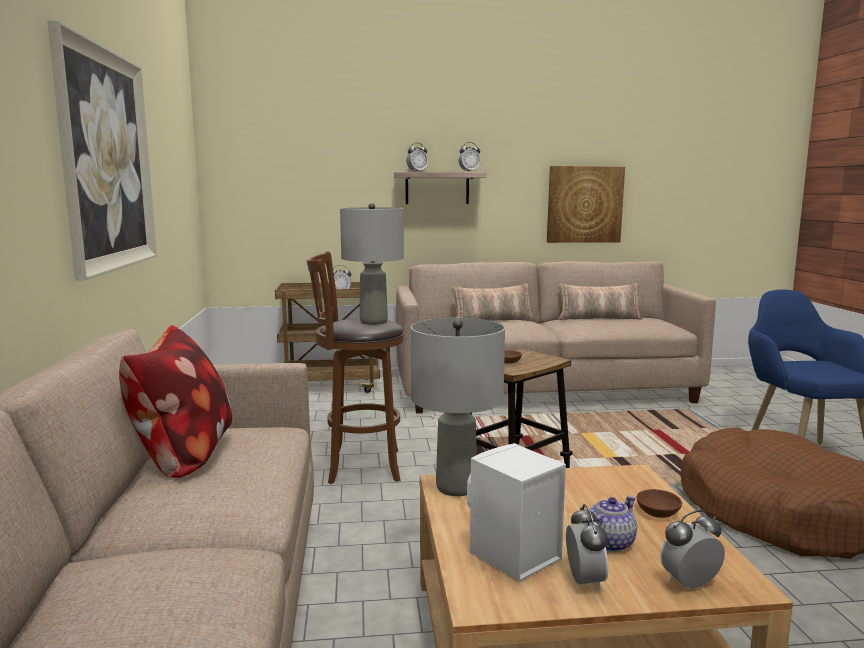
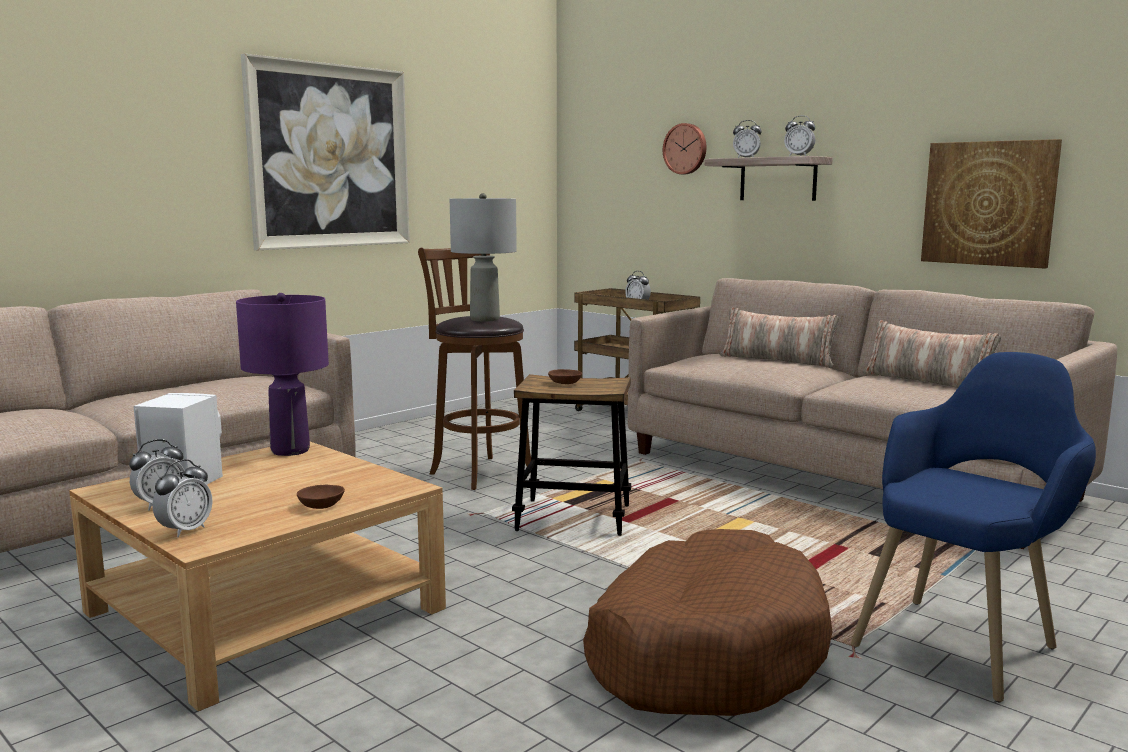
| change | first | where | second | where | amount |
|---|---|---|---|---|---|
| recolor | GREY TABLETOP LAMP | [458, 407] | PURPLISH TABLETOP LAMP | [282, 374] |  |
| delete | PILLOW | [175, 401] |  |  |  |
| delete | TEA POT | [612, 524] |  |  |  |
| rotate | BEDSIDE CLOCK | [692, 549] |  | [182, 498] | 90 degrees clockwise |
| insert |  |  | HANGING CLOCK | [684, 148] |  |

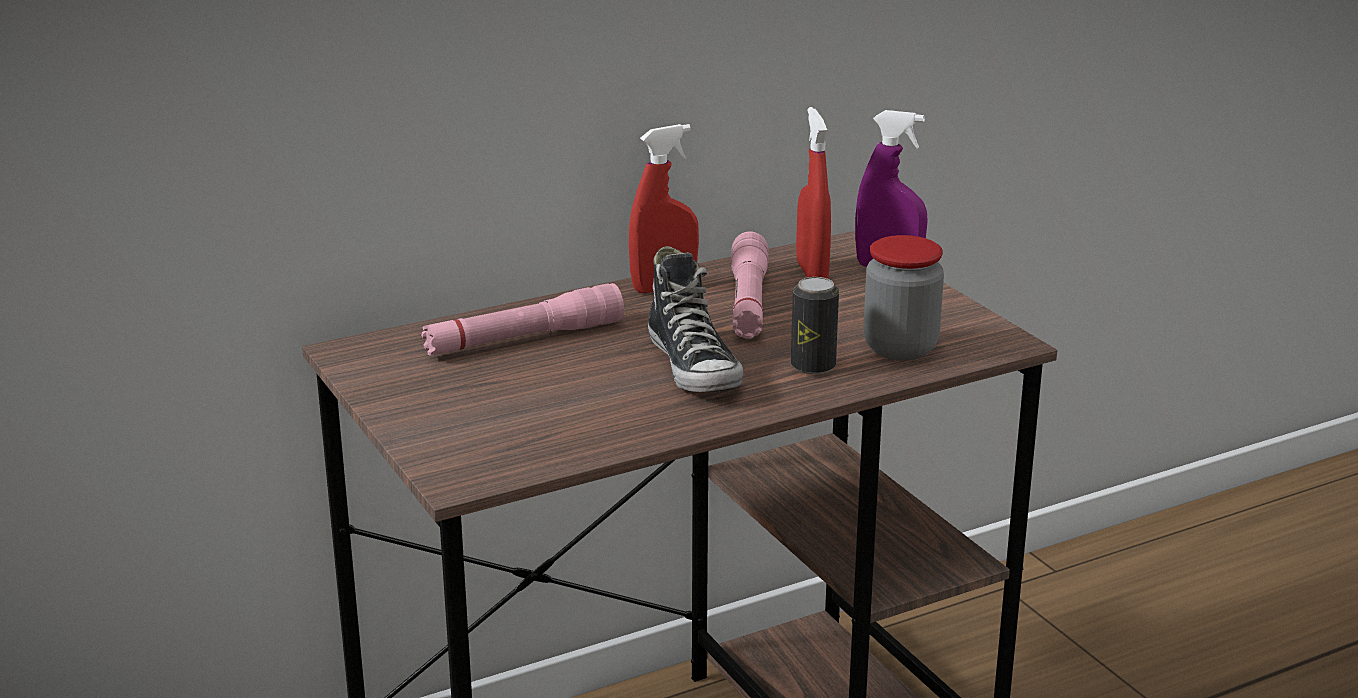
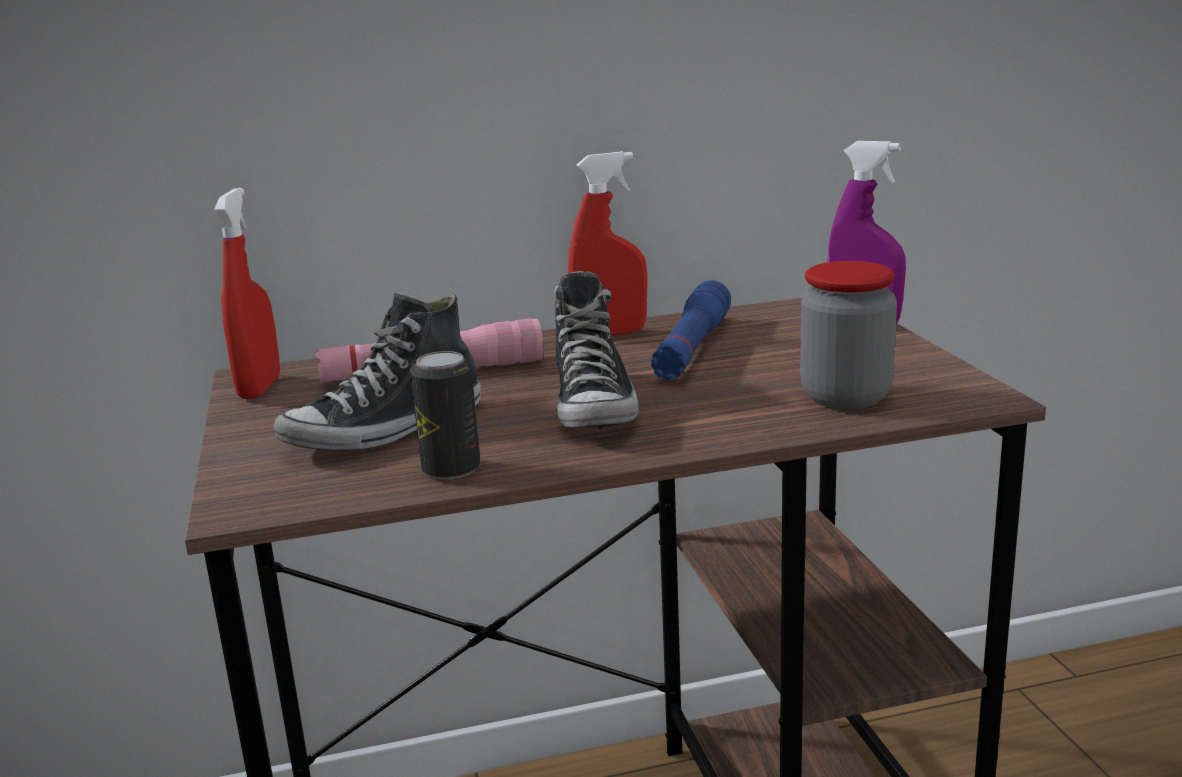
| change | first | where | second | where | amount |
|---|---|---|---|---|---|
| move | REDDISH SPRAY BOTTLE | [813, 192] |  | [247, 293] |  |
| recolor | PINKISH TORCH | [749, 285] | BLUE TORCH | [691, 330] |  |
| move | CAN | [815, 326] |  | [445, 415] |  |
| insert |  |  | SHOE | [377, 371] |  |

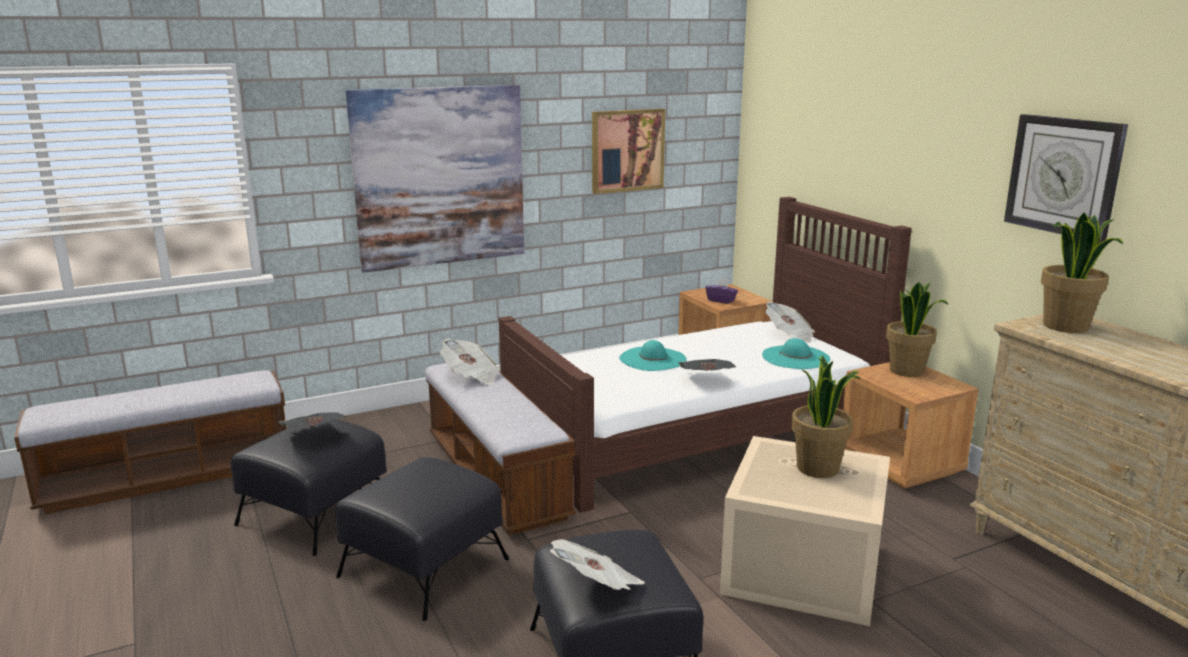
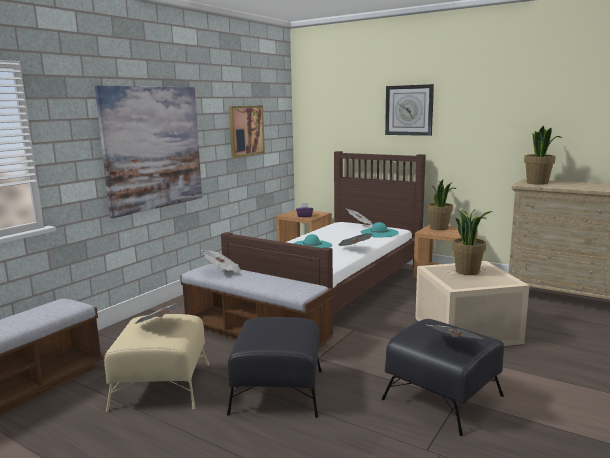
| change | first | where | second | where | amount |
|---|---|---|---|---|---|
| move | HANGING CLOCK | [1066, 178] |  | [409, 110] |  |
| recolor | BLACK-COLOURED POUFFE | [309, 487] | SAND-COLOURED POUFFE | [157, 363] |  |

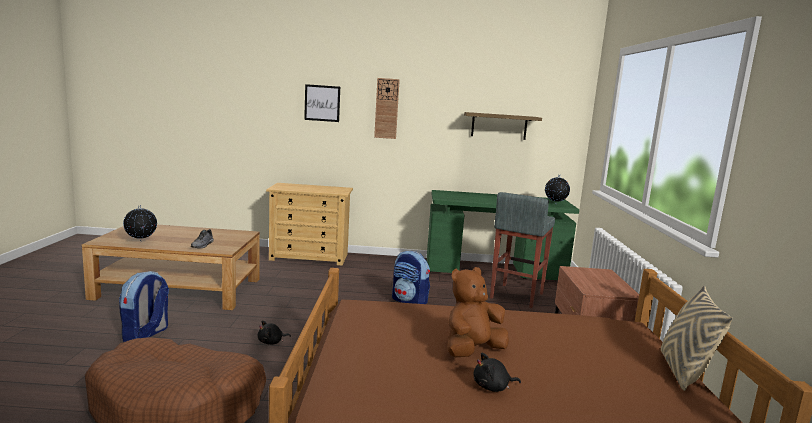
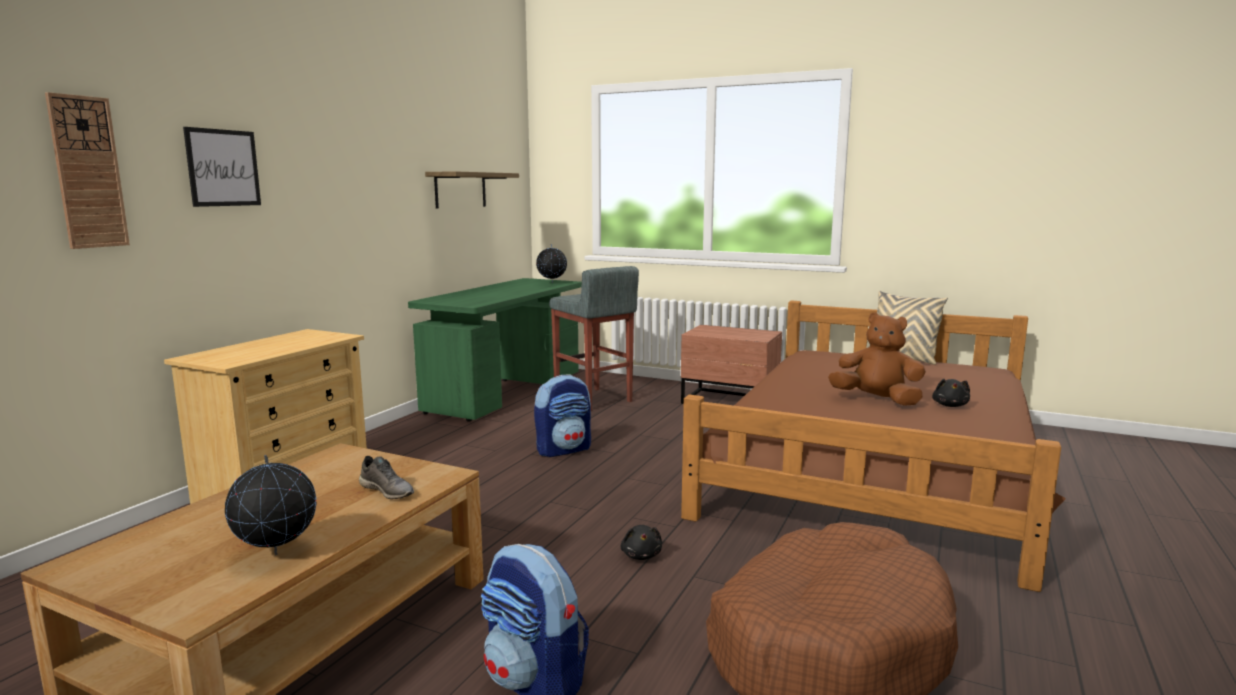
| change | first | where | second | where | amount |
|---|---|---|---|---|---|
| move | HANGING CLOCK | [387, 108] |  | [87, 170] |  |
| rotate | BROWN-COLOURED CUDDLY TOY | [478, 312] |  | [877, 359] | 135 degrees clockwise |

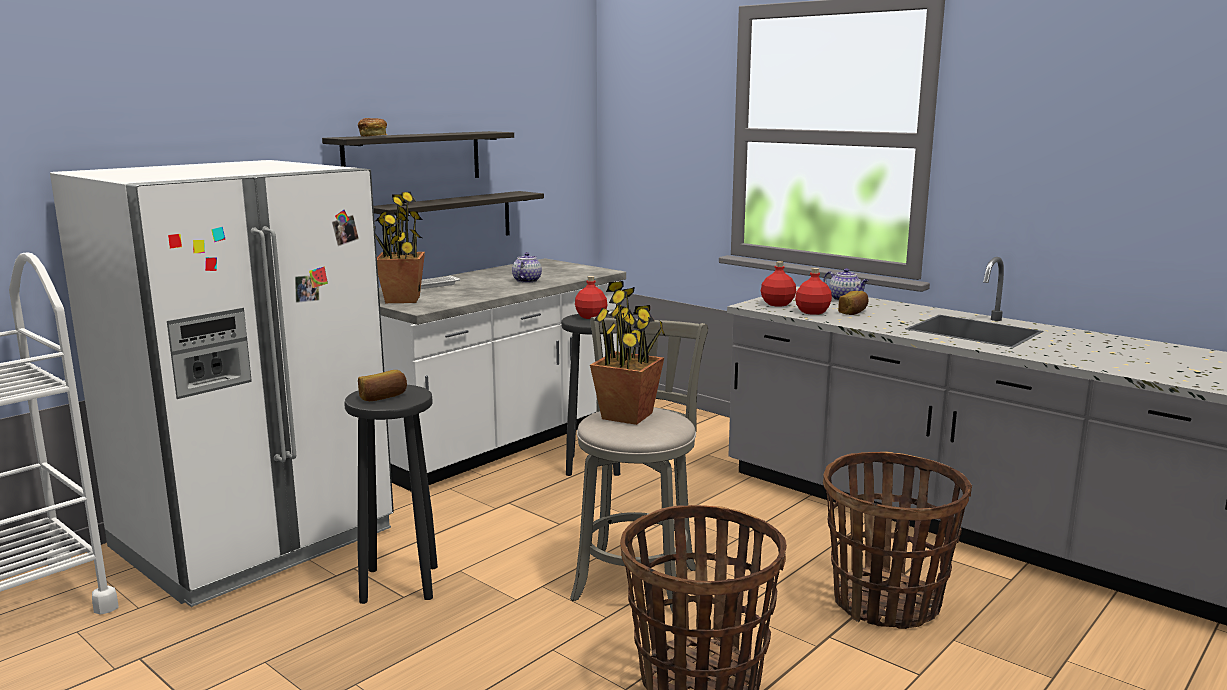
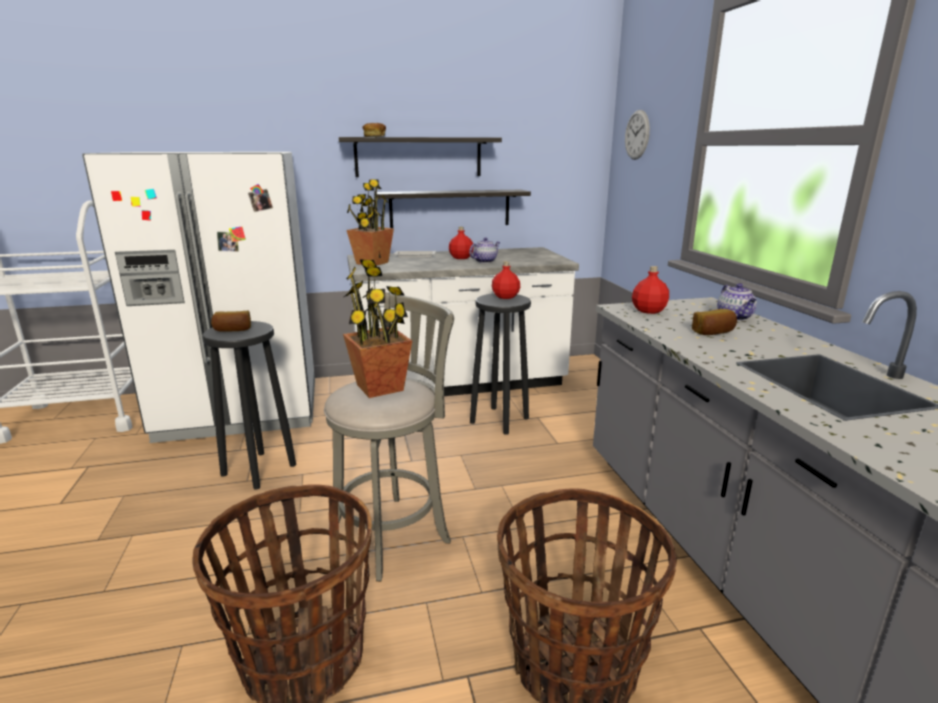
| change | first | where | second | where | amount |
|---|---|---|---|---|---|
| move | REDDISH BOTTLE | [813, 291] |  | [461, 243] |  |
| insert |  |  | HANGING CLOCK | [637, 135] |  |

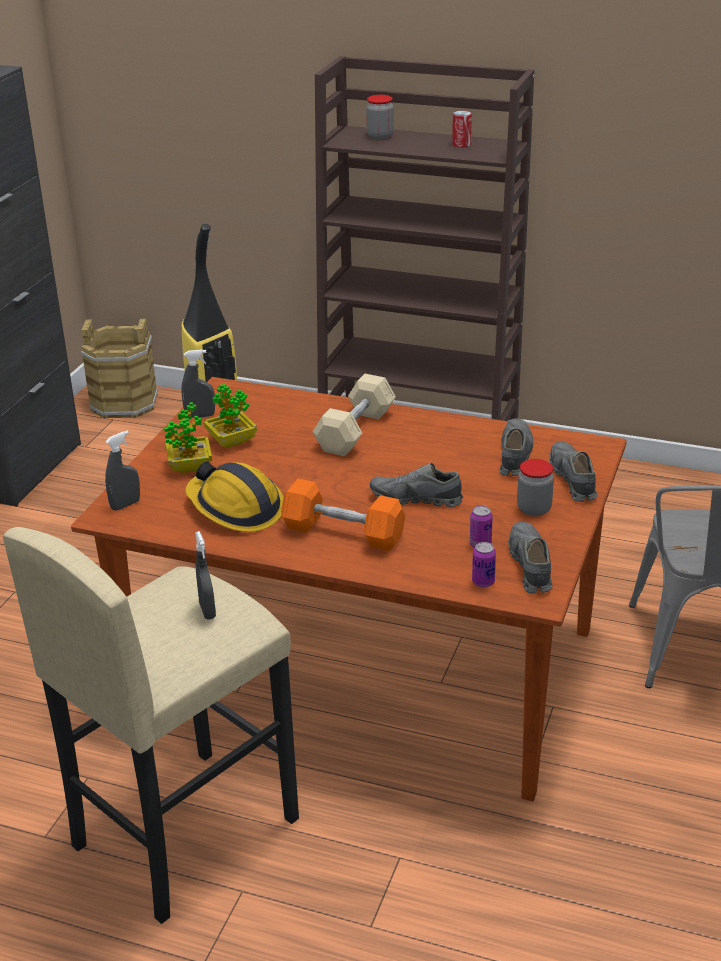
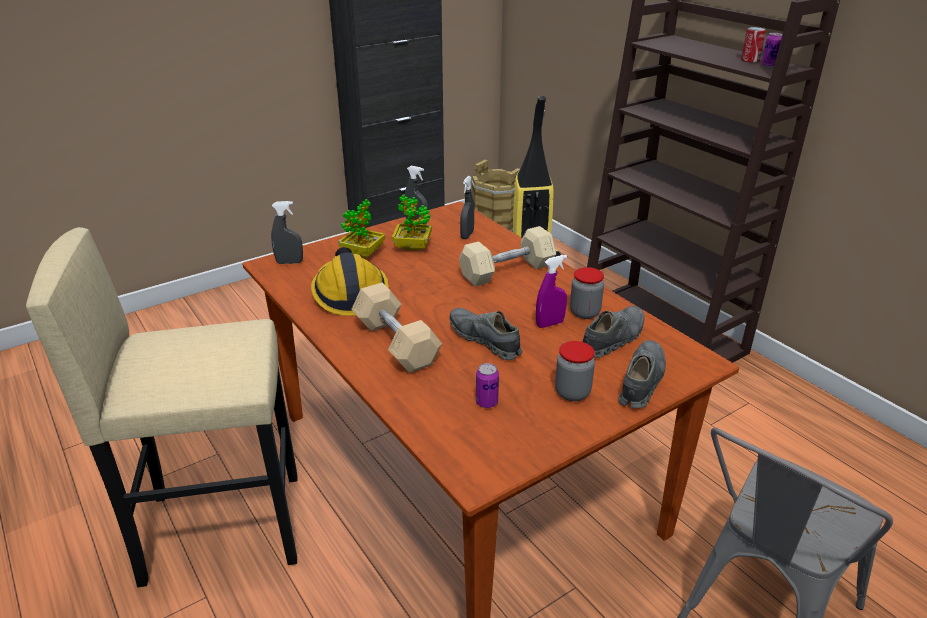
| change | first | where | second | where | amount |
|---|---|---|---|---|---|
| move | STORAGE JAR | [380, 117] |  | [587, 293] |  |
| recolor | ORANGE-COLOURED FREE WEIGHT | [343, 515] | SAND-COLOURED FREE WEIGHT | [396, 328] |  |
| delete | GREY SHOE | [530, 558] |  |  |  |
| move | GREY SPRAY BOTTLE | [205, 575] |  | [467, 207] |  |
| move | CAN | [484, 564] |  | [772, 50] |  |
| insert |  |  | PURPLISH SPRAY BOTTLE | [551, 291] |  |

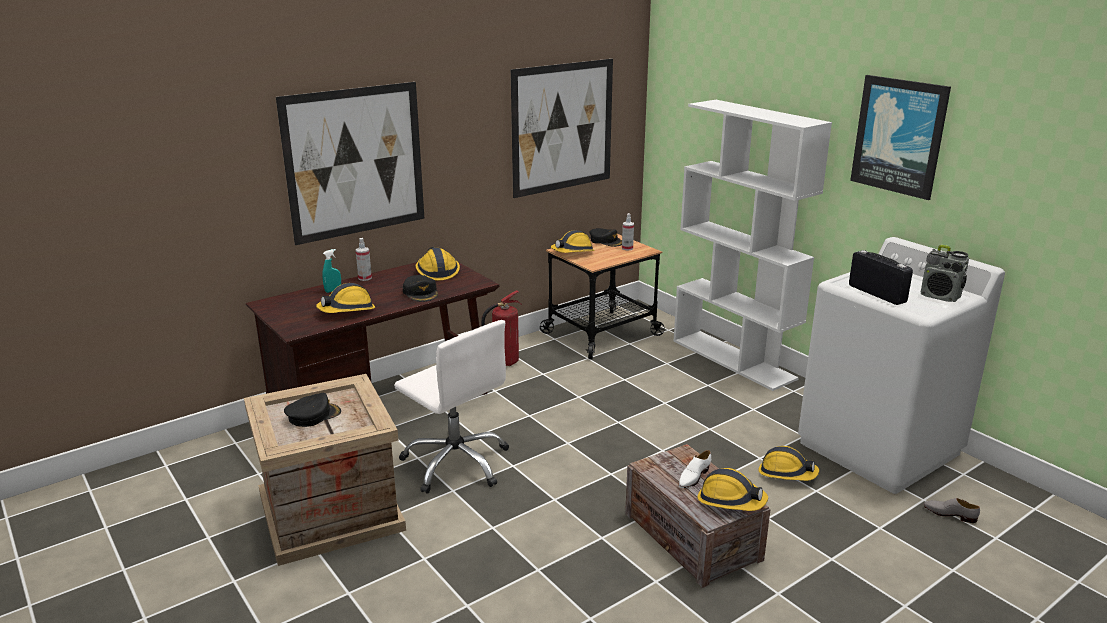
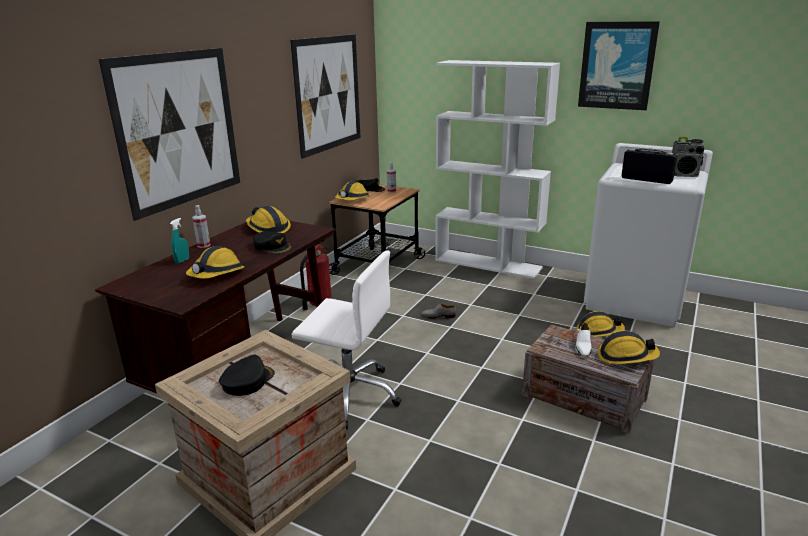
| change | first | where | second | where | amount |
|---|---|---|---|---|---|
| move | GREY SHOE | [952, 510] |  | [438, 311] |  |

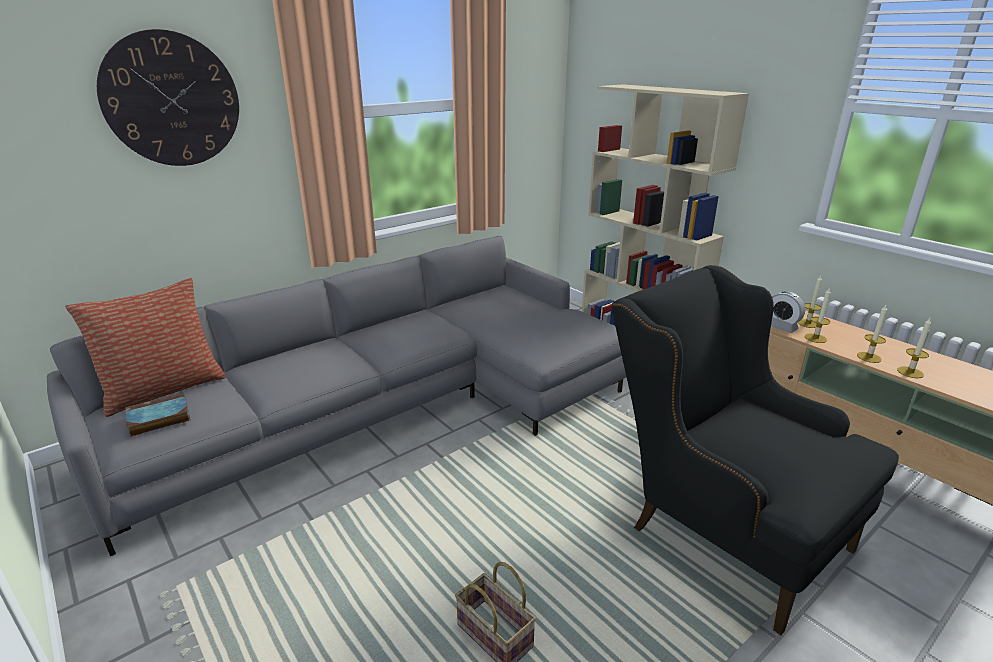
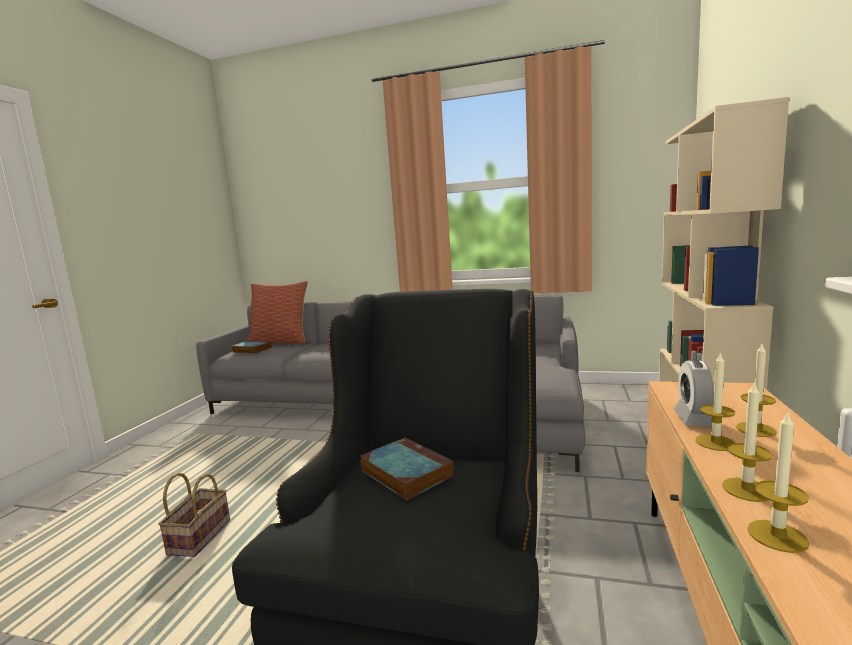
| change | first | where | second | where | amount |
|---|---|---|---|---|---|
| delete | HANGING CLOCK | [168, 97] |  |  |  |
| insert |  |  | VOLUME | [407, 468] |  |

